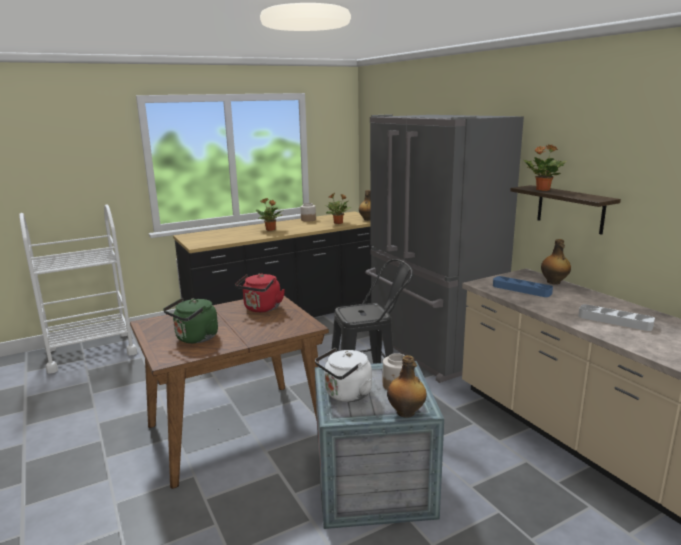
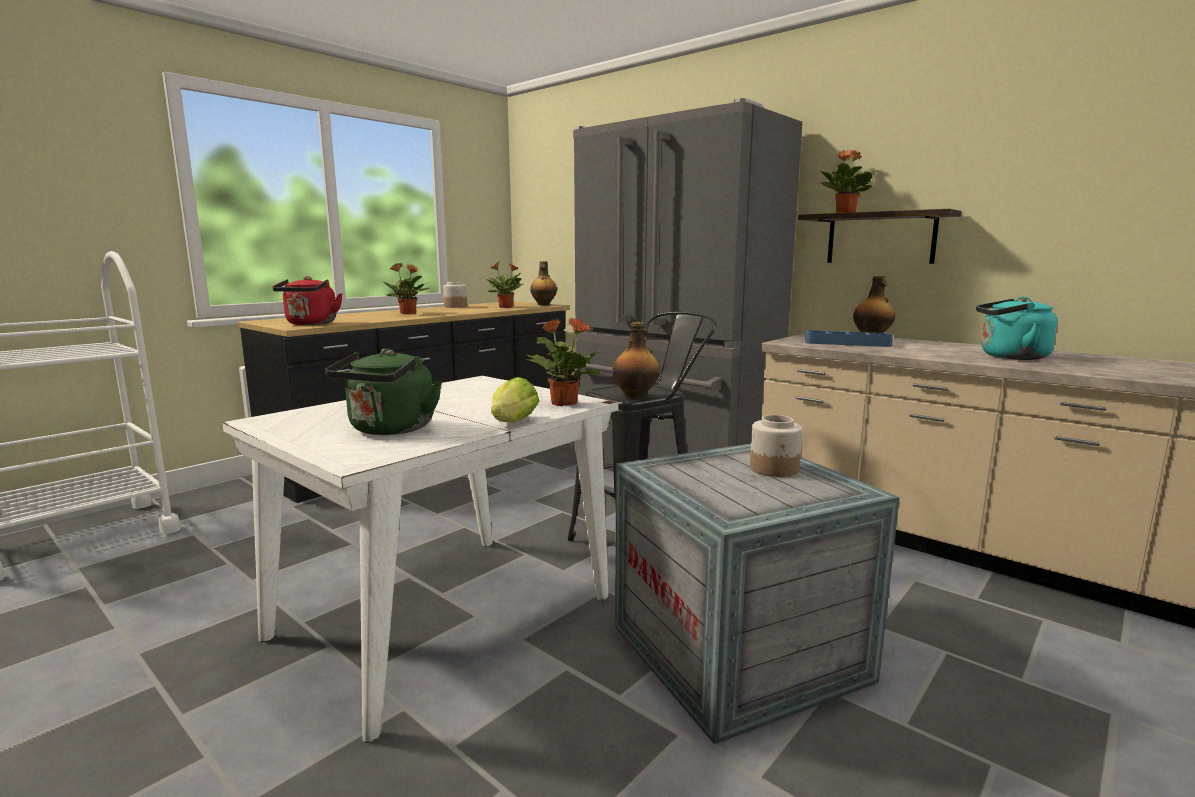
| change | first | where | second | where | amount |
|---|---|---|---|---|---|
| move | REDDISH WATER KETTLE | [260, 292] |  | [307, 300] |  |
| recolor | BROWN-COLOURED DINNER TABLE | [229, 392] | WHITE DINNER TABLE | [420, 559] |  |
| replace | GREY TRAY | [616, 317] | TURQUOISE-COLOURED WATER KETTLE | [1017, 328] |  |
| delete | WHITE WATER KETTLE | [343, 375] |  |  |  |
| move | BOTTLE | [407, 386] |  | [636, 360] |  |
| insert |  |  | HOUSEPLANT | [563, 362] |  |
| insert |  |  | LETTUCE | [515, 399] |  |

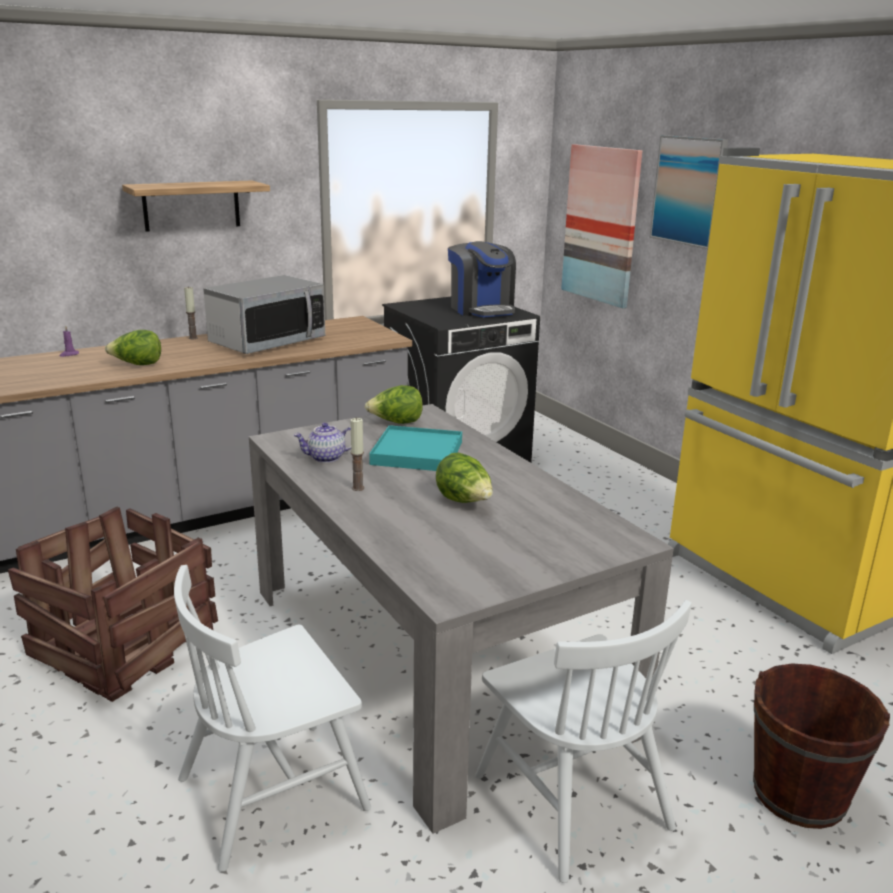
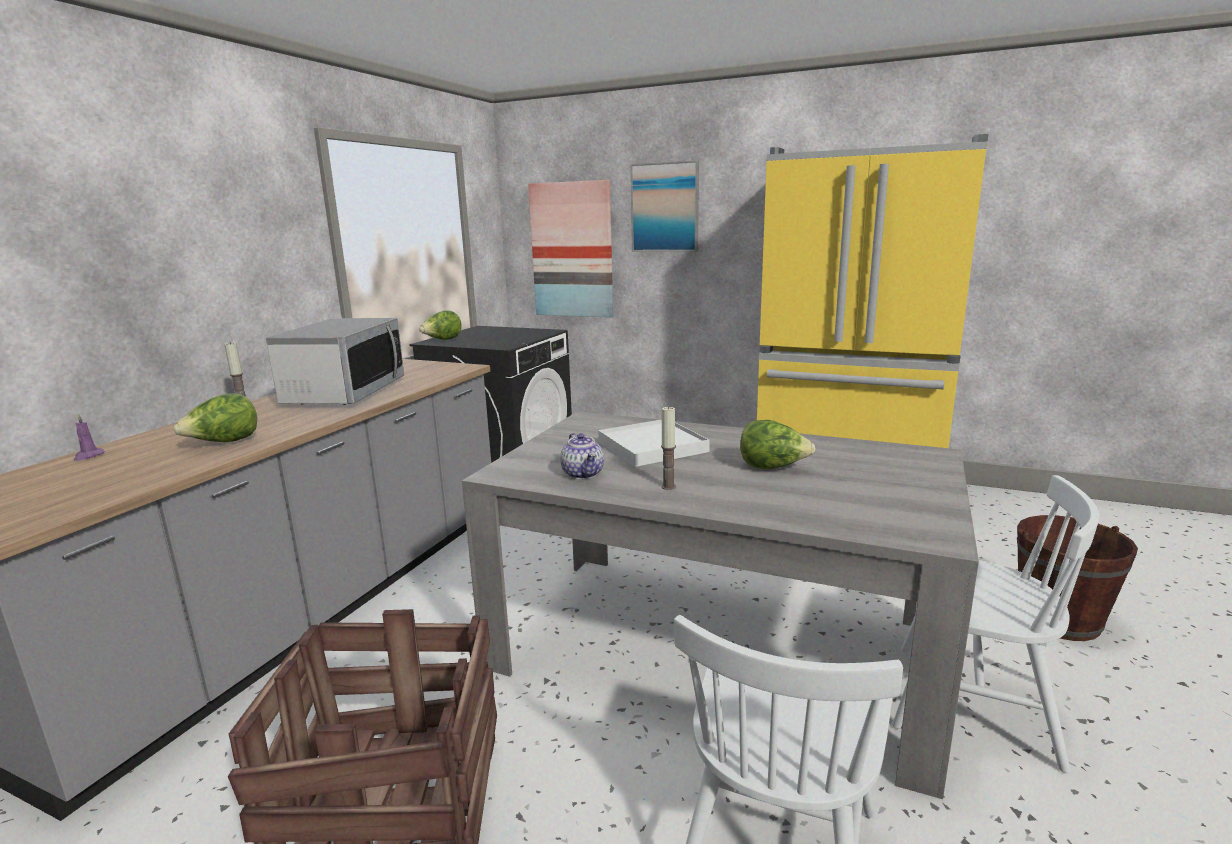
| change | first | where | second | where | amount |
|---|---|---|---|---|---|
| delete | SHELF | [196, 206] |  |  |  |
| delete | COFFEE MACHINE | [482, 279] |  |  |  |
| move | LETTUCE | [394, 404] |  | [440, 325] |  |
| rotate | TEA POT | [322, 443] |  | [582, 456] | 60 degrees counterclockwise |
| recolor | TURQUOISE-COLOURED TRAY | [415, 448] | WHITE TRAY | [654, 443] |  |

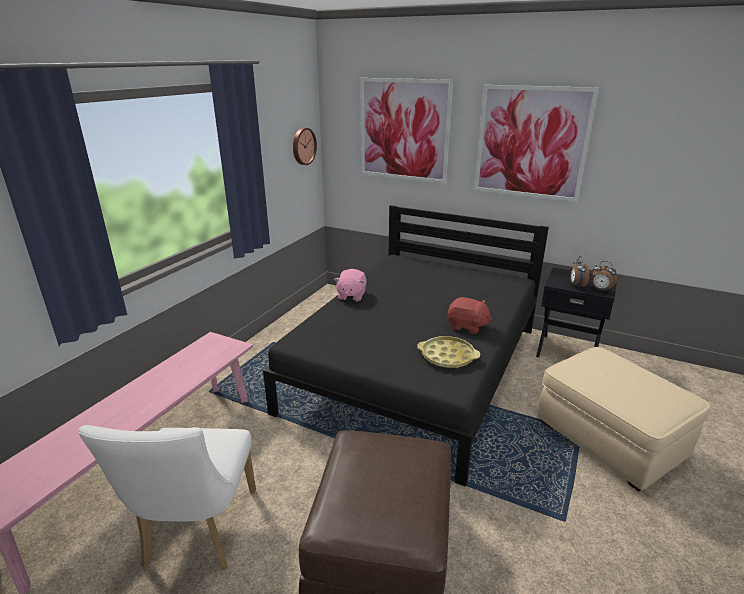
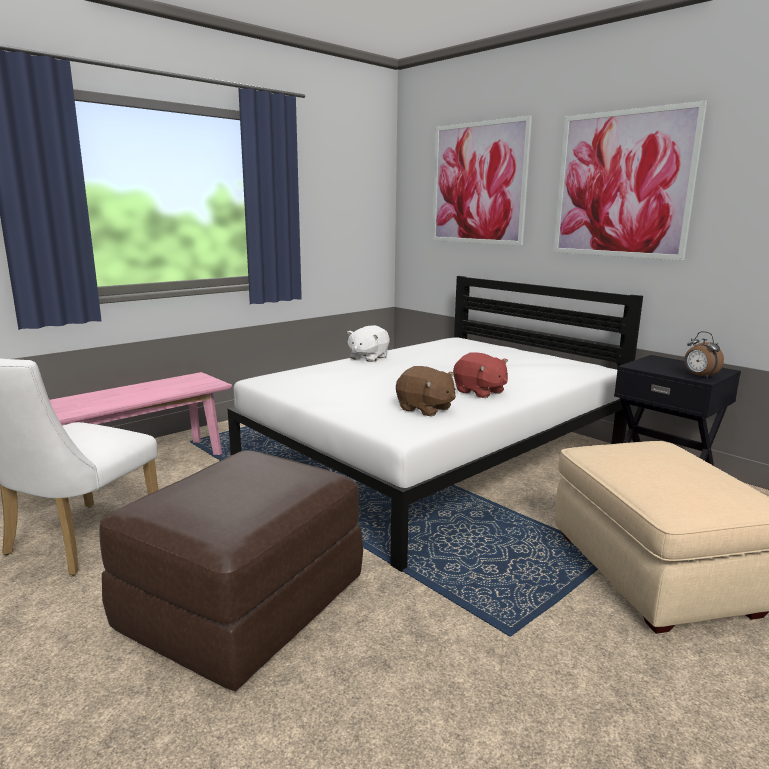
| change | first | where | second | where | amount |
|---|---|---|---|---|---|
| delete | HANGING CLOCK | [305, 146] |  |  |  |
| recolor | BLACK-COLOURED SLEEPING BED | [406, 346] | WHITE SLEEPING BED | [435, 424] |  |
| delete | BEDSIDE CLOCK | [579, 272] |  |  |  |
| recolor | PINKISH CUDDLY TOY | [350, 285] | WHITE CUDDLY TOY | [368, 343] |  |
| replace | YELLOWISH TRAY | [448, 352] | BROWN-COLOURED CUDDLY TOY | [426, 391] |  |

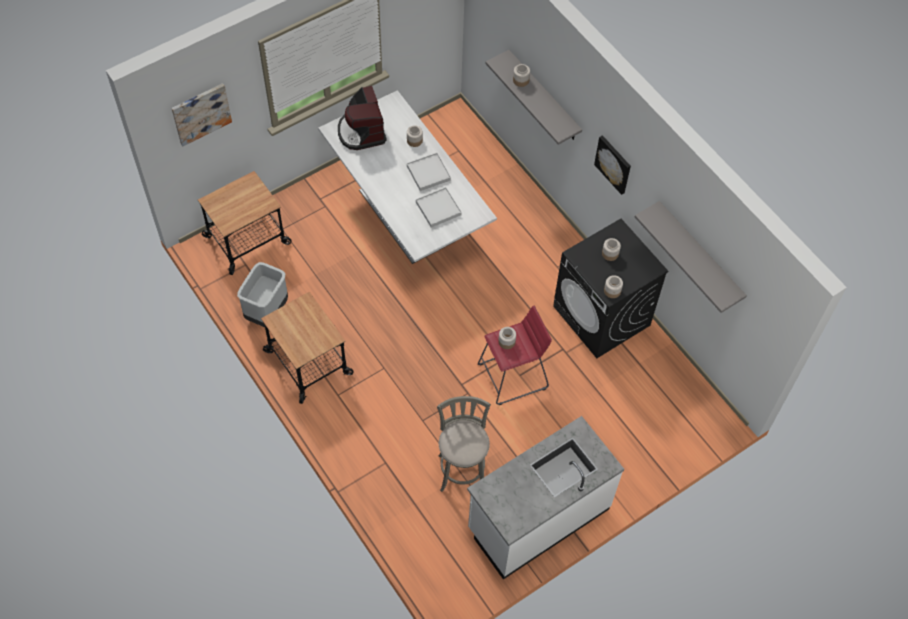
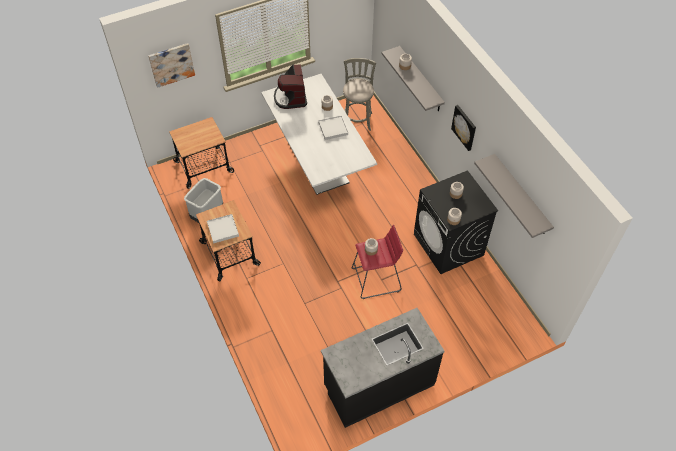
| change | first | where | second | where | amount |
|---|---|---|---|---|---|
| move | WHITE TRAY | [439, 207] |  | [223, 229] |  |
| move | GREY STOOL | [464, 444] |  | [359, 94] |  |
| recolor | WHITE COUNTER | [545, 498] | BLACK-COLOURED COUNTER | [382, 368] |  |

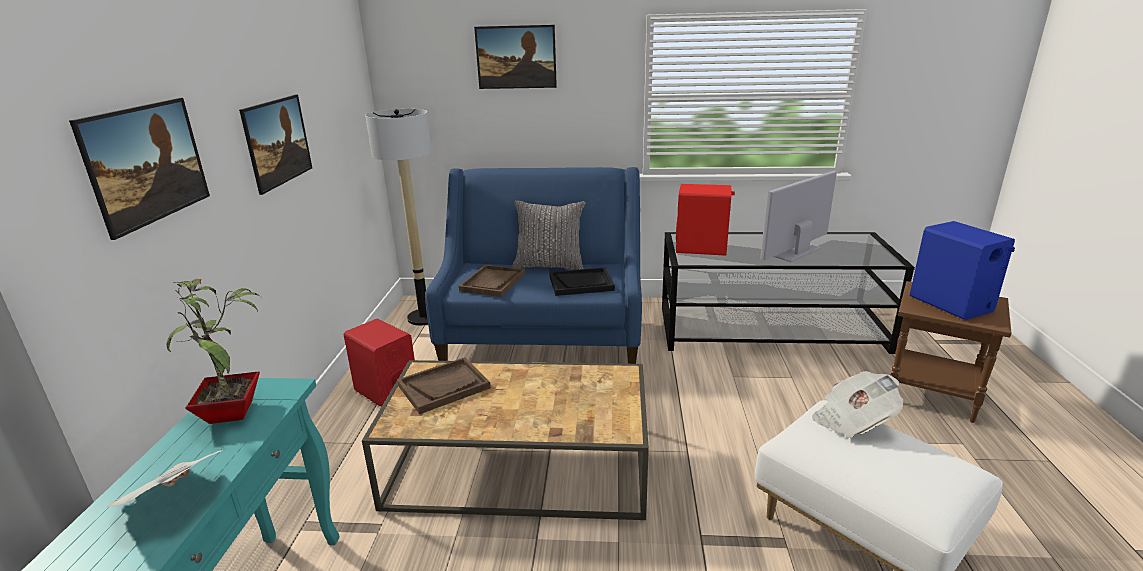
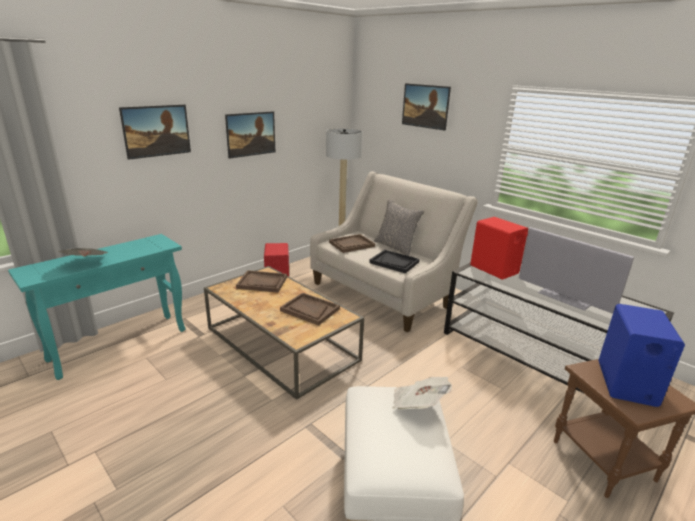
| change | first | where | second | where | amount |
|---|---|---|---|---|---|
| recolor | BLUE SOFA | [533, 265] | SAND-COLOURED SOFA | [393, 251] |  |
| rotate | TV | [798, 216] |  | [576, 270] | 135 degrees counterclockwise |
| delete | HOUSEPLANT | [213, 351] |  |  |  |
| insert |  |  | BROWN-COLOURED TRAY | [310, 309] |  |

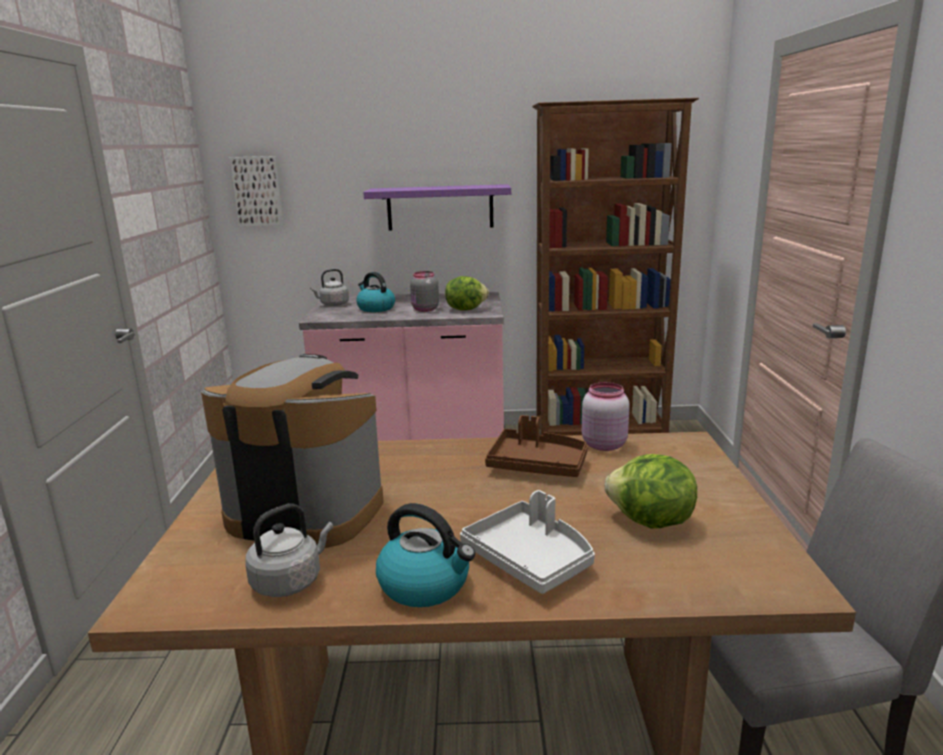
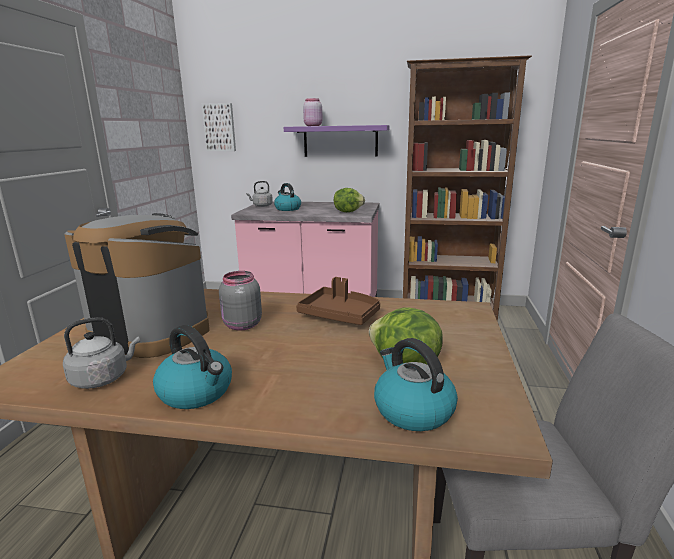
| change | first | where | second | where | amount |
|---|---|---|---|---|---|
| move | GREY STORAGE JAR | [424, 291] |  | [240, 301] |  |
| move | PINKISH STORAGE JAR | [606, 416] |  | [313, 112] |  |
| delete | GREY TRAY | [527, 542] |  |  |  |
| insert |  |  | WATER KETTLE | [416, 384] |  |

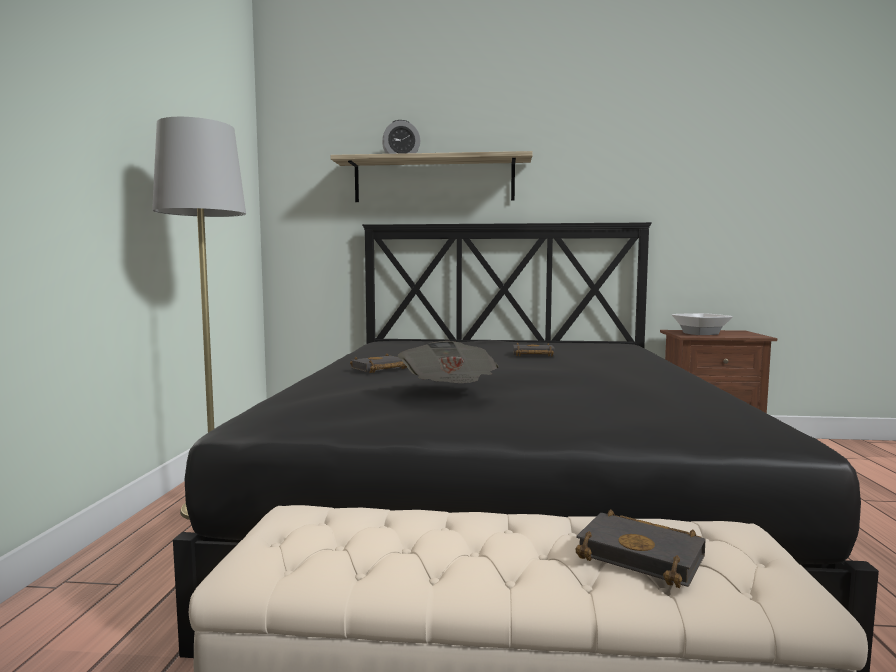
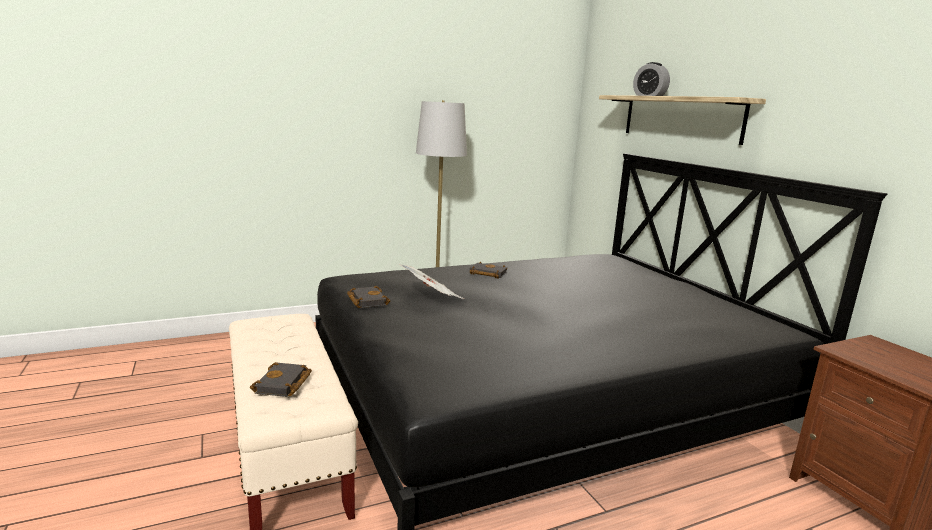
| change | first | where | second | where | amount |
|---|---|---|---|---|---|
| delete | SERVING BOWL | [702, 324] |  |  |  |
| move | BLACK-COLOURED VOLUME | [534, 350] |  | [368, 297] |  |

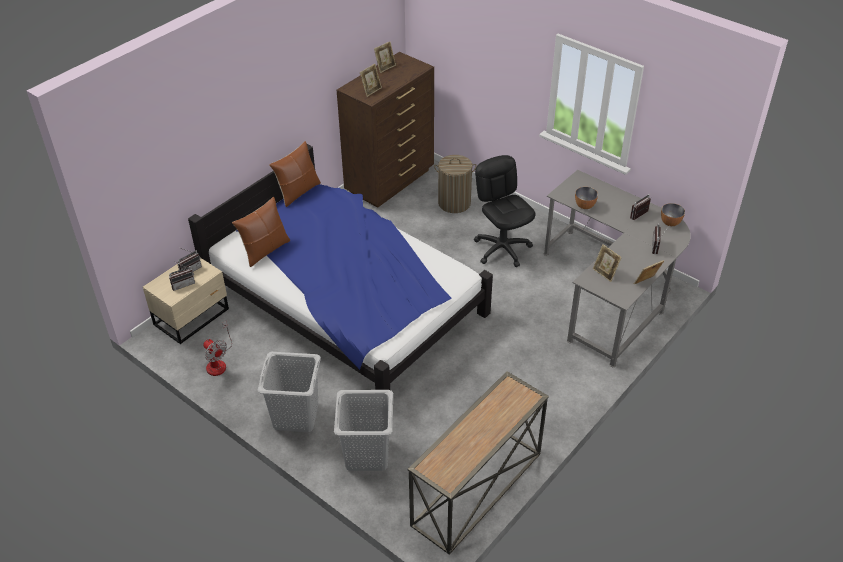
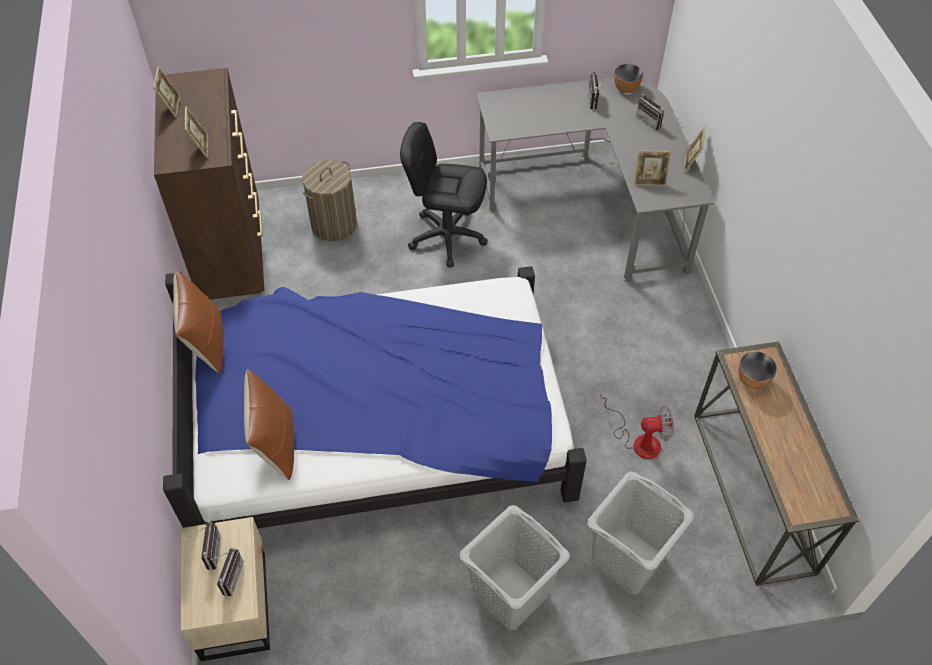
| change | first | where | second | where | amount |
|---|---|---|---|---|---|
| move | SERVING BOWL | [586, 198] |  | [758, 370] |  |
| move | FAN | [217, 348] |  | [637, 425] |  |

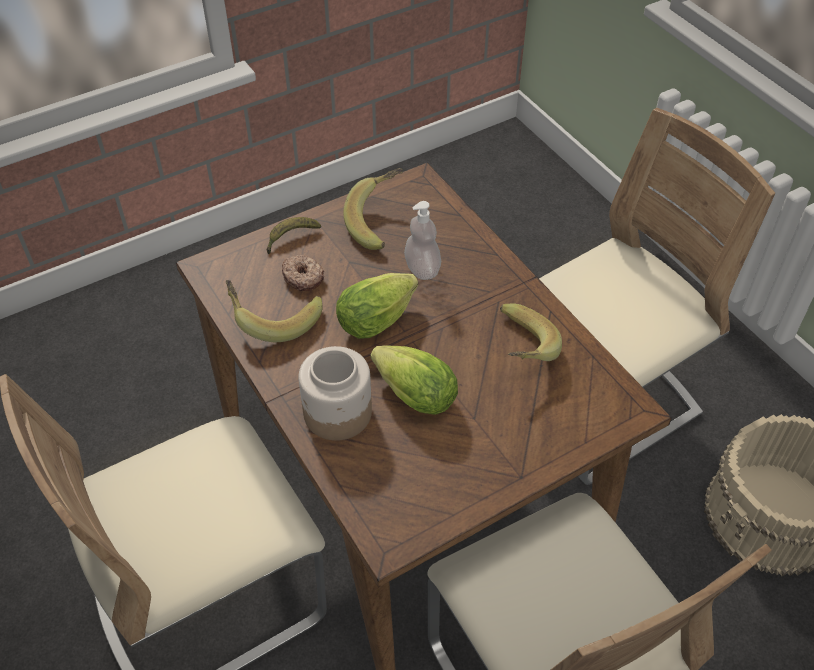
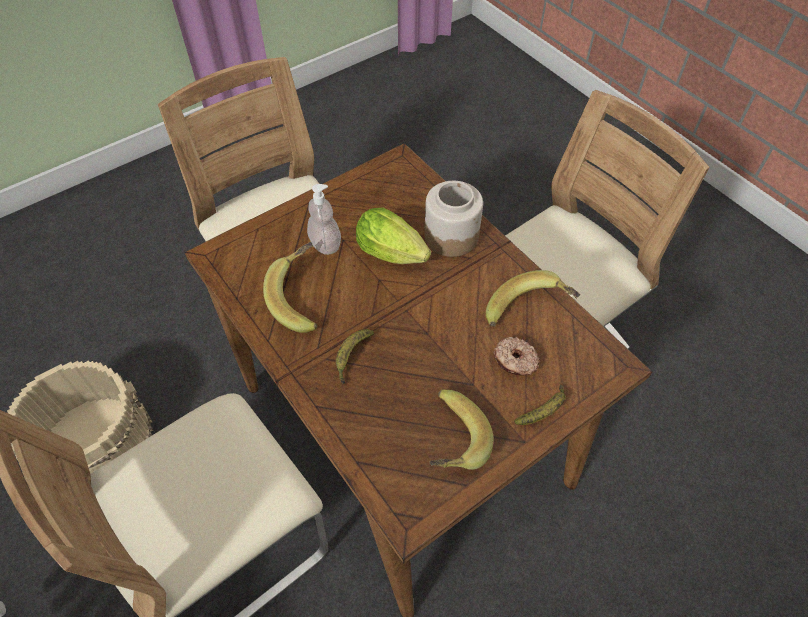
| change | first | where | second | where | amount |
|---|---|---|---|---|---|
| move | LIQUID SOAP BOTTLE | [422, 240] |  | [324, 219] |  |
| delete | LETTUCE | [377, 306] |  |  |  |
| insert |  |  | BANANA | [355, 357] |  |

